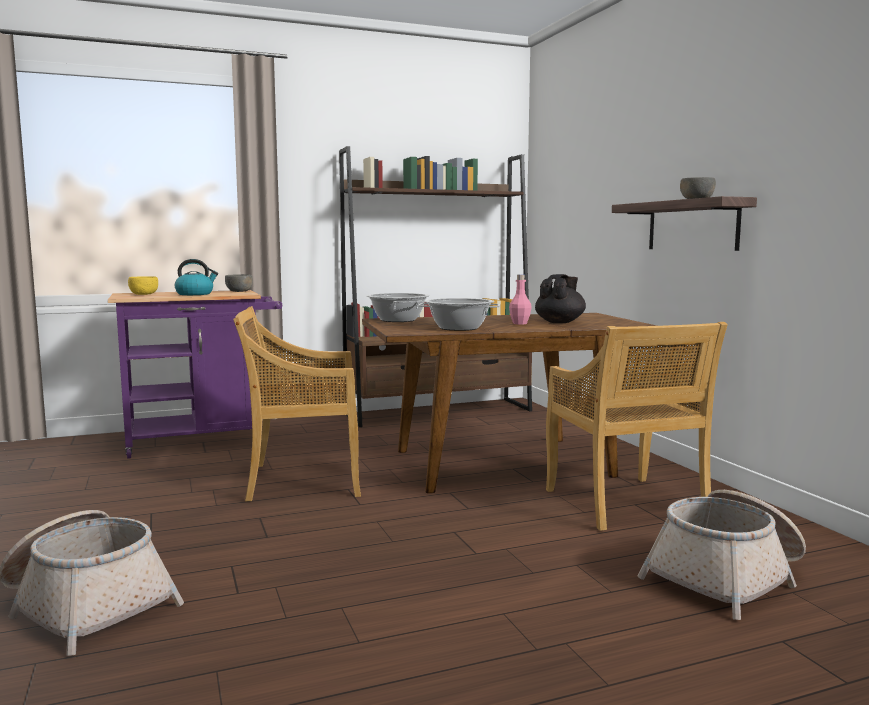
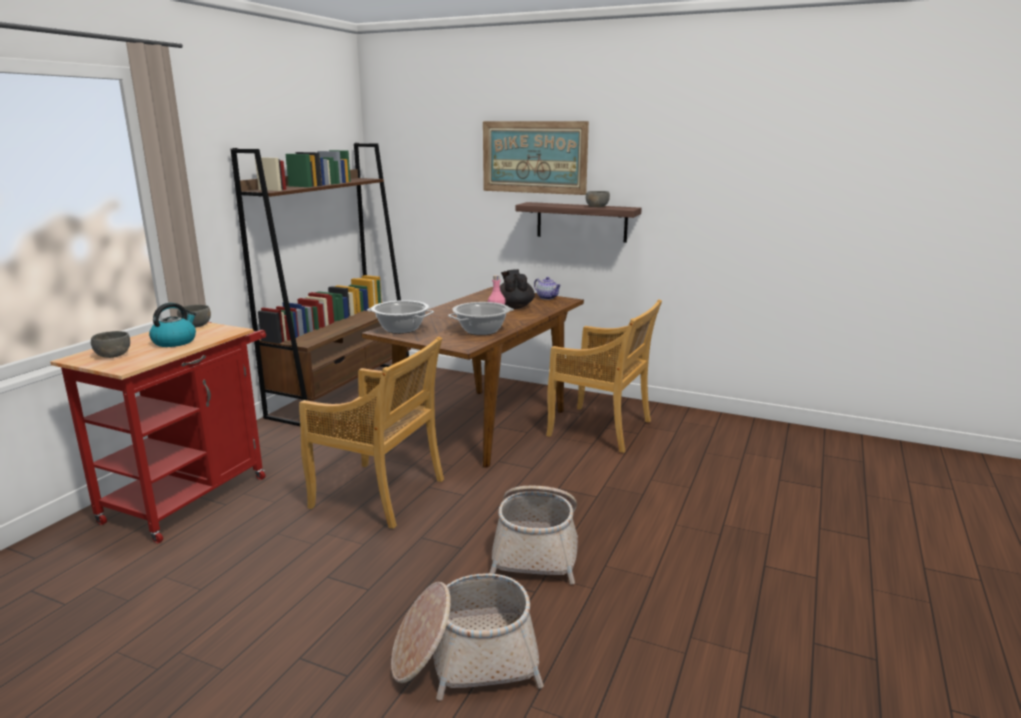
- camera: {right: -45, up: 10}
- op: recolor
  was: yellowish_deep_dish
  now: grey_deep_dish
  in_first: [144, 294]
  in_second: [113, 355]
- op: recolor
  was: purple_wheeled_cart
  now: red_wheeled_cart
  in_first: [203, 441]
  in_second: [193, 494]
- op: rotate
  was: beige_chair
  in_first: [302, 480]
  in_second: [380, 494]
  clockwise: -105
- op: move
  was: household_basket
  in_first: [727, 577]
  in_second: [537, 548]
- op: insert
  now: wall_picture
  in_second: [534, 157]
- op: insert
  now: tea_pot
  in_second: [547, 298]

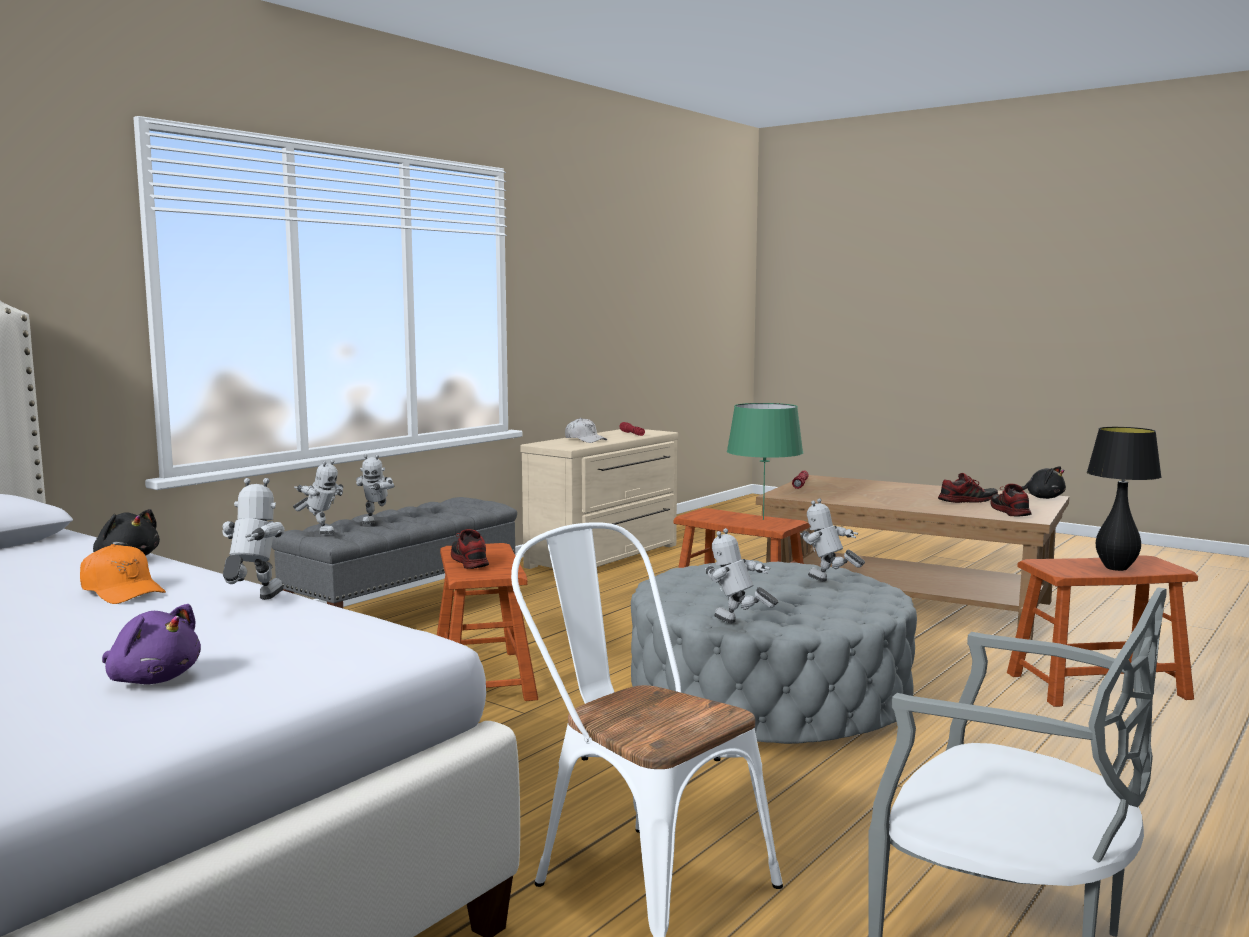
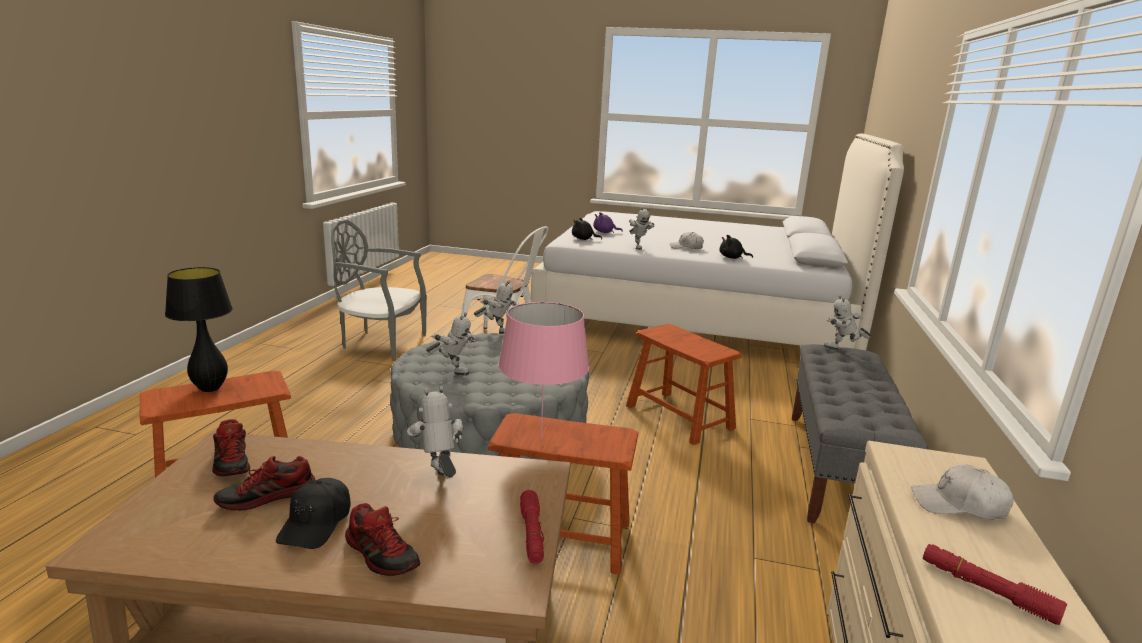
- camera: {right: 155, up: 10}
- op: recolor
  was: green-coloured_lamp_for_a_table
  now: pinkish_lamp_for_a_table
  in_first: [763, 519]
  in_second: [540, 438]
- op: move
  was: model_robot
  in_first: [377, 521]
  in_second: [440, 480]
- op: move
  was: black_plush_toy
  in_first: [1042, 498]
  in_second: [584, 239]
- op: move
  was: shoe
  in_first: [468, 562]
  in_second: [383, 554]
- op: recolor
  was: orange_peaked_cap
  now: white_peaked_cap
  in_first: [122, 591]
  in_second: [686, 247]
- op: insert
  now: black_peaked_cap
  in_second: [316, 523]

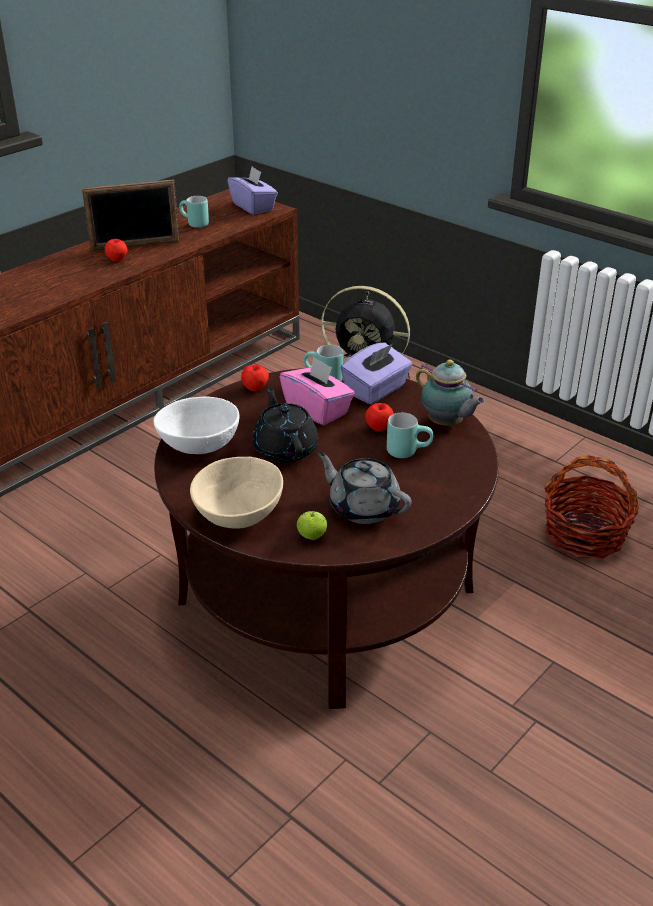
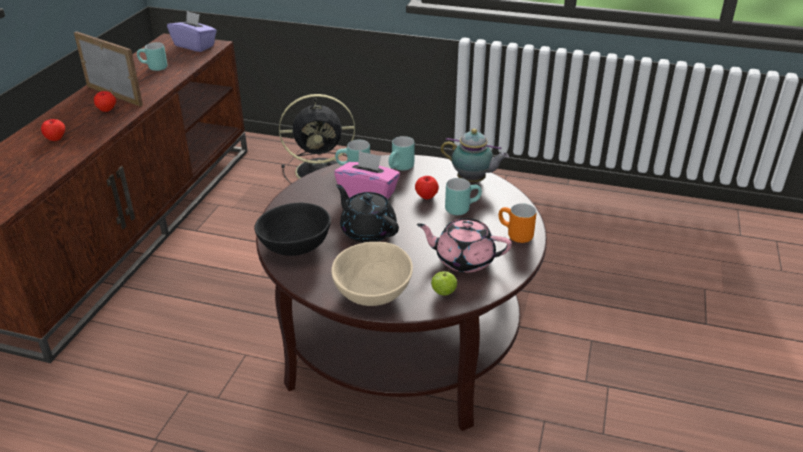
- camera: {right: -25, up: 0}
- op: rotate
  was: photo_frame
  in_first: [135, 246]
  in_second: [114, 95]
  clockwise: -105
- op: replace
  was: purple_box_of_tissues
  now: blue-green_tea_mug
  in_first: [376, 390]
  in_second: [401, 169]
- op: move
  was: whole_apple
  in_first: [255, 388]
  in_second: [56, 138]
- op: recolor
  was: white_deep_dish
  now: black_deep_dish
  in_first: [201, 445]
  in_second: [296, 246]
- op: recolor
  was: grey_tea_pot
  now: pinkish_tea_pot
  in_first: [363, 507]
  in_second: [463, 259]
- op: delete
  was: household_basket
  in_first: [584, 535]
- op: insert
  now: orange_tea_mug
  in_second: [514, 235]

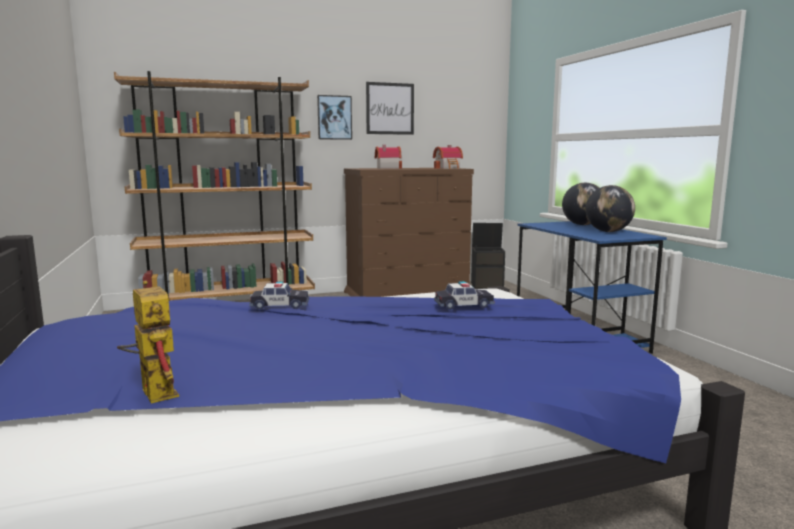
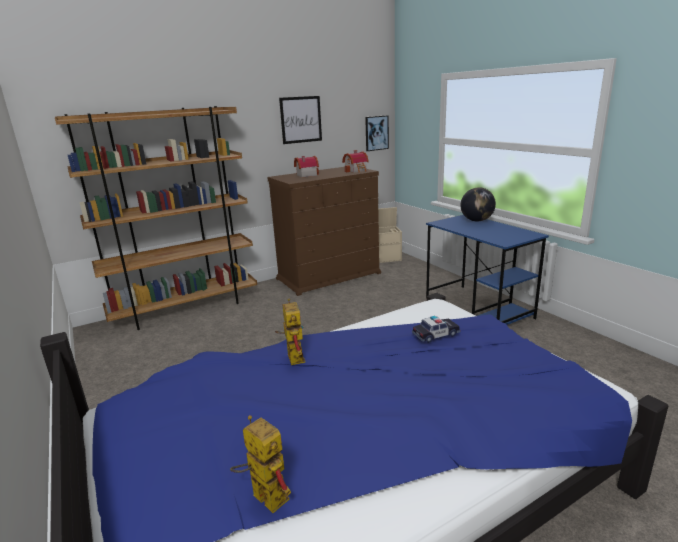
- camera: {right: -10, up: 10}
- op: move
  was: wall_picture
  in_first: [334, 117]
  in_second: [376, 133]
- op: delete
  was: desk_globe
  in_first: [608, 231]
- op: recolor
  was: black_storage_box
  now: beige_storage_box
  in_first: [487, 285]
  in_second: [388, 258]
- op: replace
  was: model_car
  now: model_robot
  in_first: [280, 305]
  in_second: [292, 356]

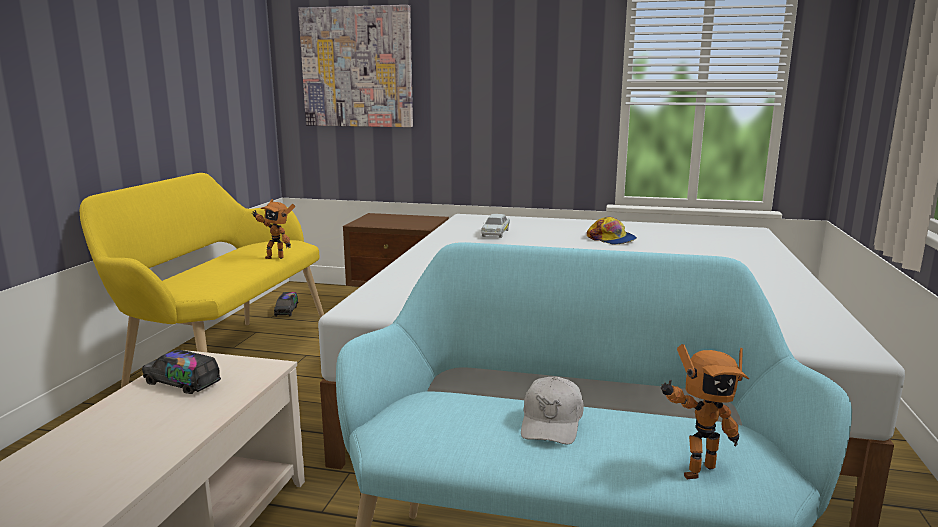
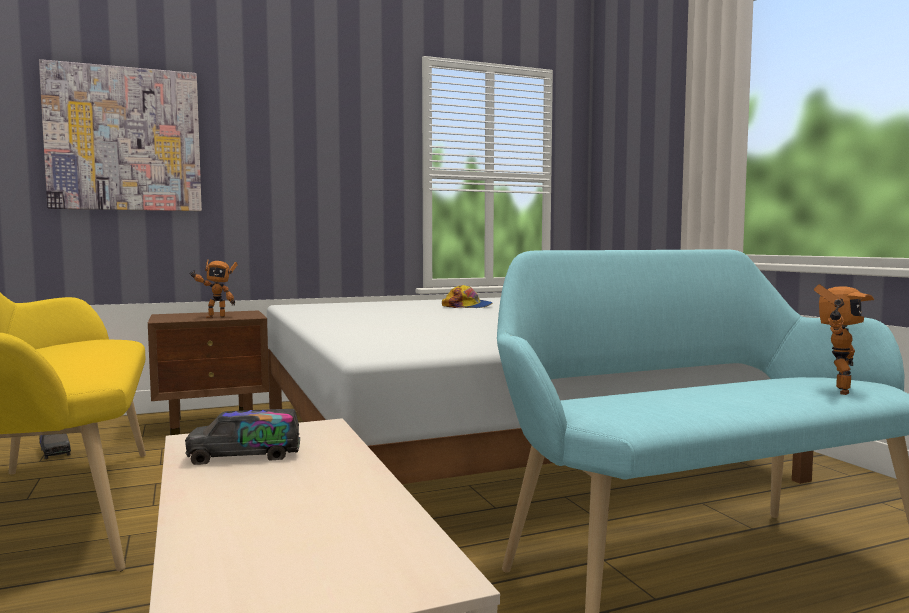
- camera: {right: -35, up: -10}
- op: move
  was: model_robot
  in_first: [275, 257]
  in_second: [215, 317]
- op: delete
  was: white_model_car
  in_first: [495, 233]
- op: delete
  was: white_peaked_cap
  in_first: [552, 422]

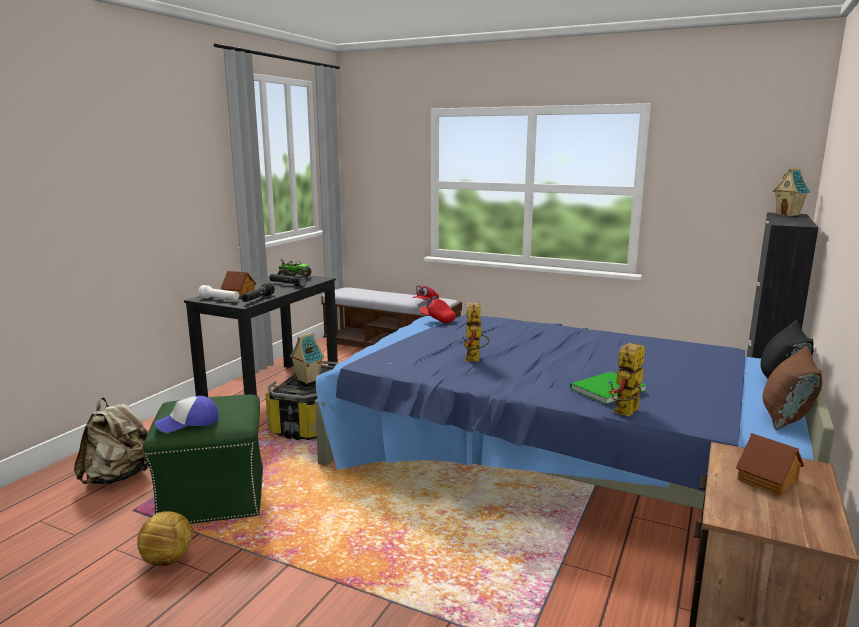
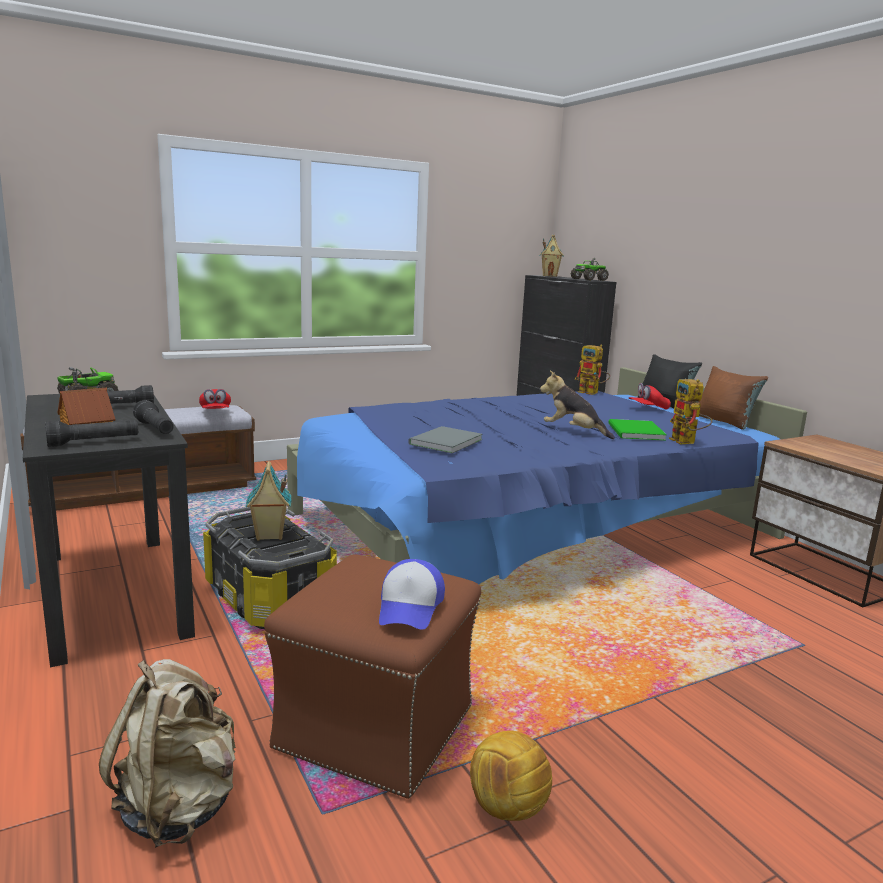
- camera: {right: -55, up: 0}
- op: recolor
  was: white_flashlight
  now: black_flashlight
  in_first: [220, 300]
  in_second: [94, 442]
- op: move
  was: red_peaked_cap
  in_first: [437, 319]
  in_second: [648, 409]
- op: move
  was: model_robot
  in_first: [474, 360]
  in_second: [592, 393]
- op: recolor
  was: green-coloured_pouffe
  now: brown_pouffe
  in_first: [215, 496]
  in_second: [377, 725]
- op: delete
  was: miniature_house
  in_first: [768, 480]
- op: insert
  now: toy_truck
  in_second: [589, 279]
- op: insert
  now: plush_toy
  in_second: [573, 432]
- op: insert
  now: grey_bound_book
  in_second: [443, 442]

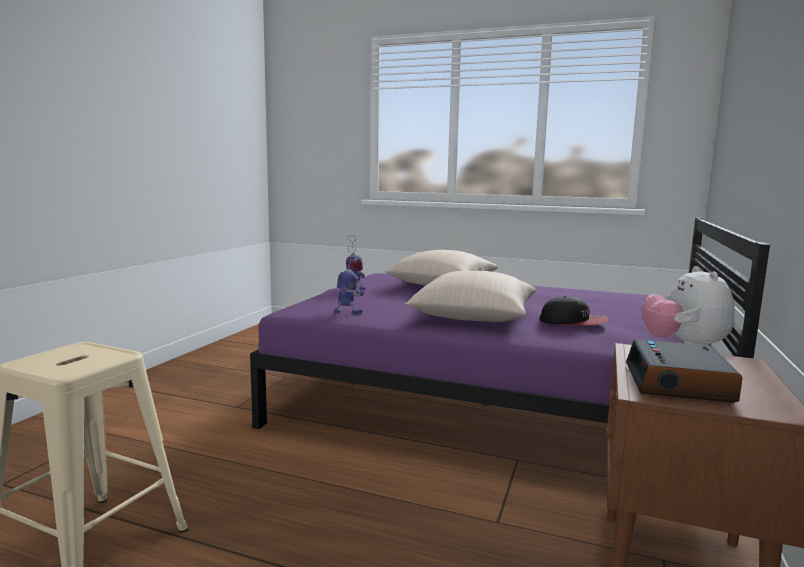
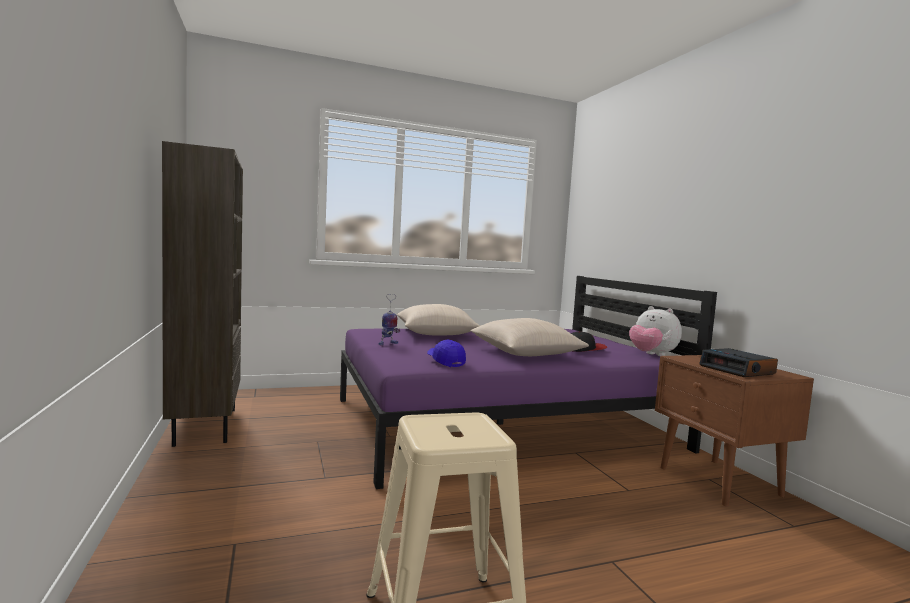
- camera: {right: -40, up: -5}
- op: replace
  was: model_robot
  now: bluish_peaked_cap
  in_first: [348, 312]
  in_second: [445, 362]
- op: insert
  now: brown_bookcase
  in_second: [204, 426]

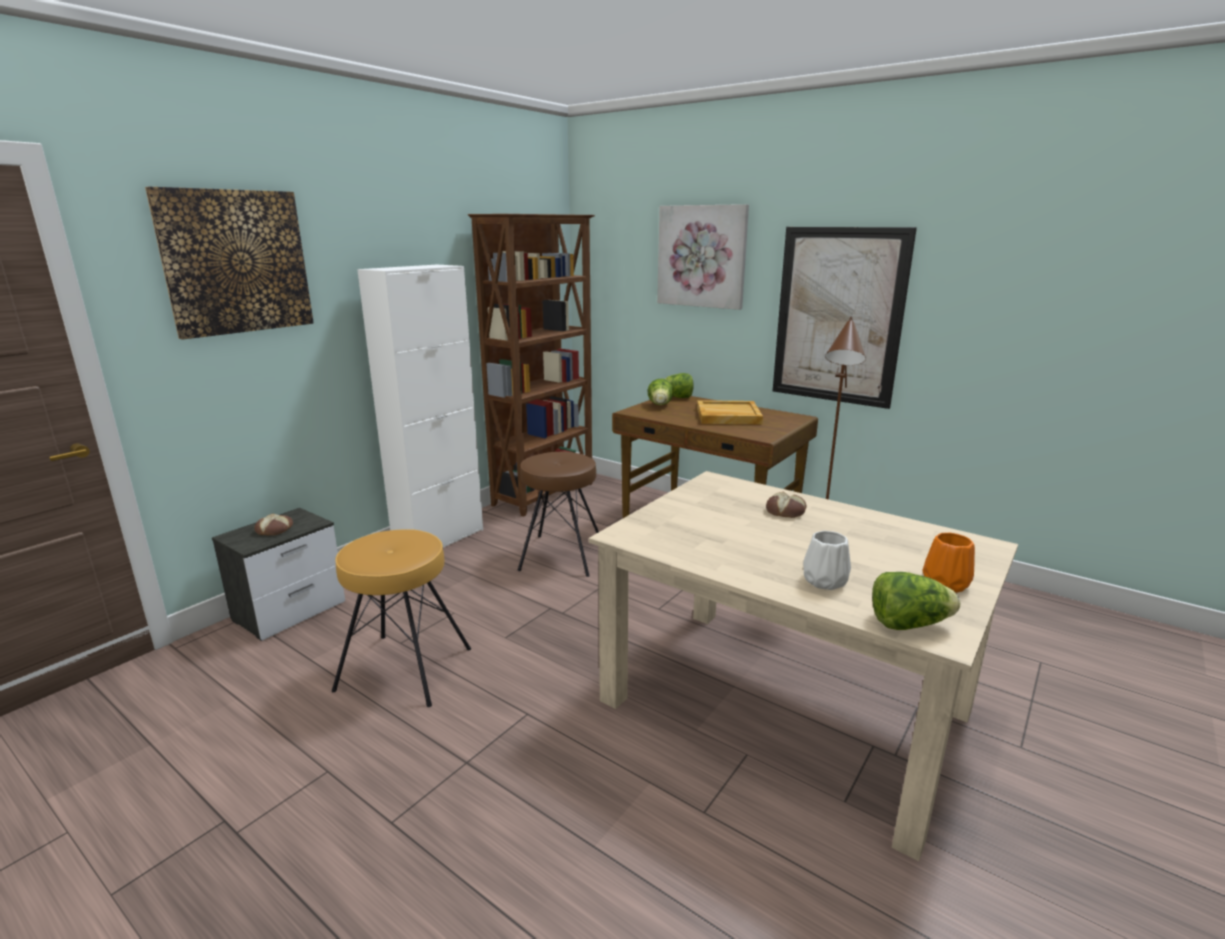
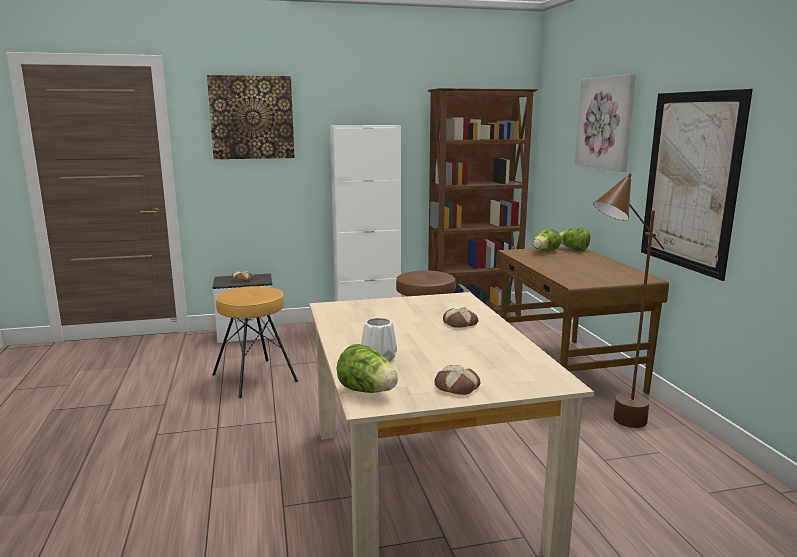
- camera: {right: 40, up: -5}
- op: delete
  was: beige_serving_tray
  in_first: [727, 416]
- op: replace
  was: orange_decorative_vase
  now: bakery_bread
  in_first: [947, 584]
  in_second: [456, 387]

